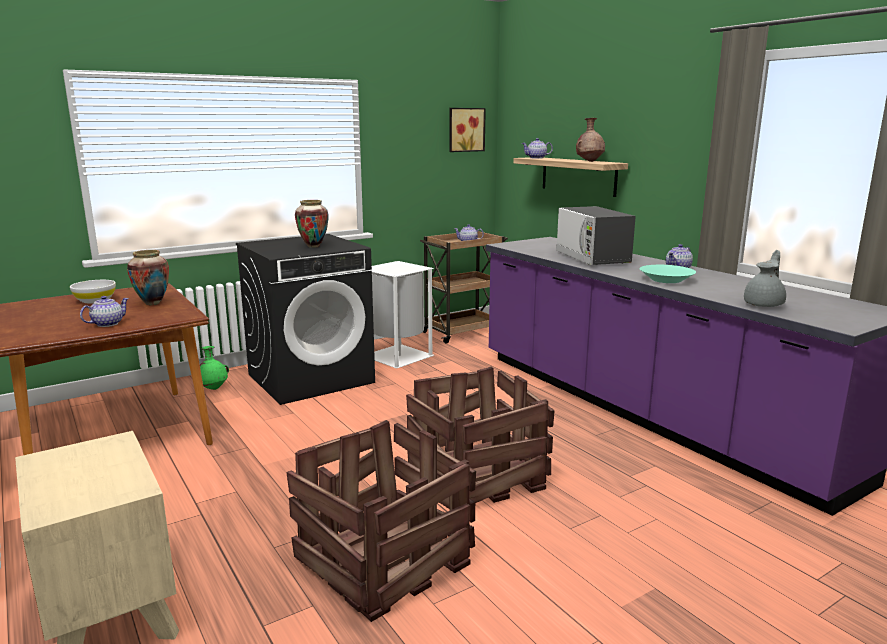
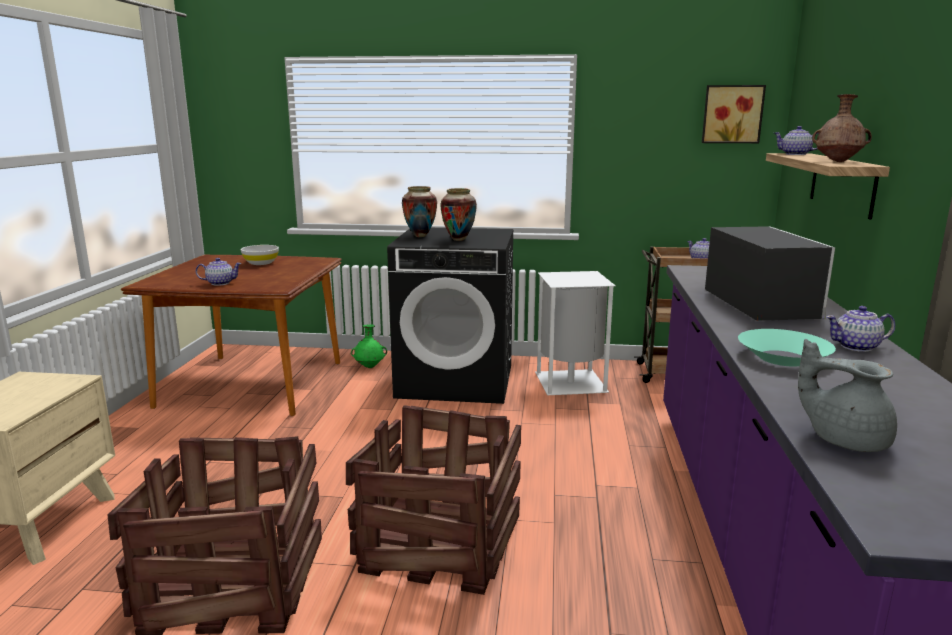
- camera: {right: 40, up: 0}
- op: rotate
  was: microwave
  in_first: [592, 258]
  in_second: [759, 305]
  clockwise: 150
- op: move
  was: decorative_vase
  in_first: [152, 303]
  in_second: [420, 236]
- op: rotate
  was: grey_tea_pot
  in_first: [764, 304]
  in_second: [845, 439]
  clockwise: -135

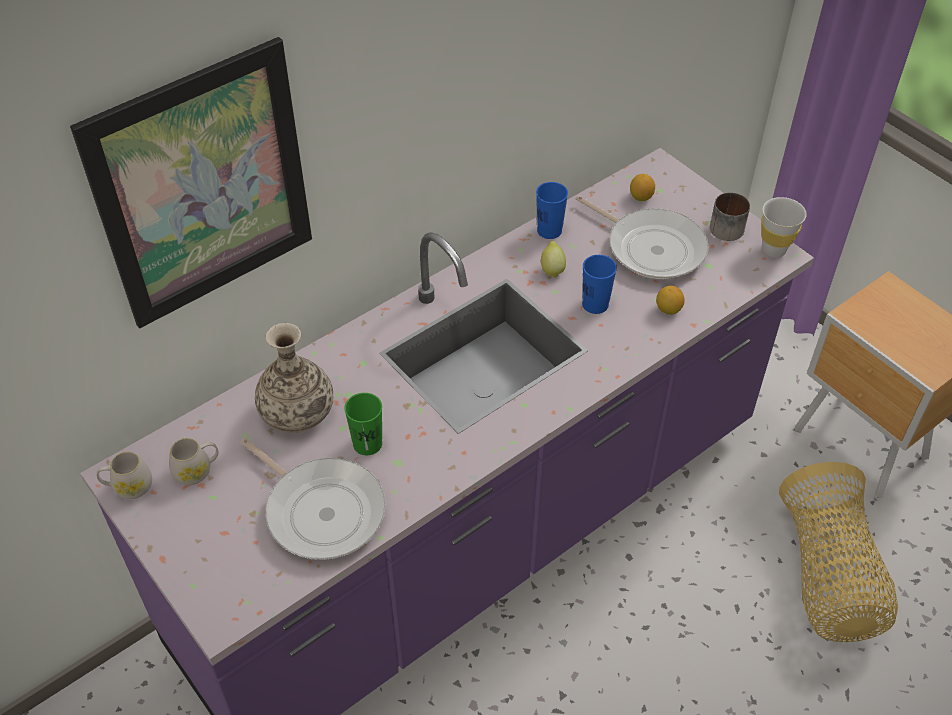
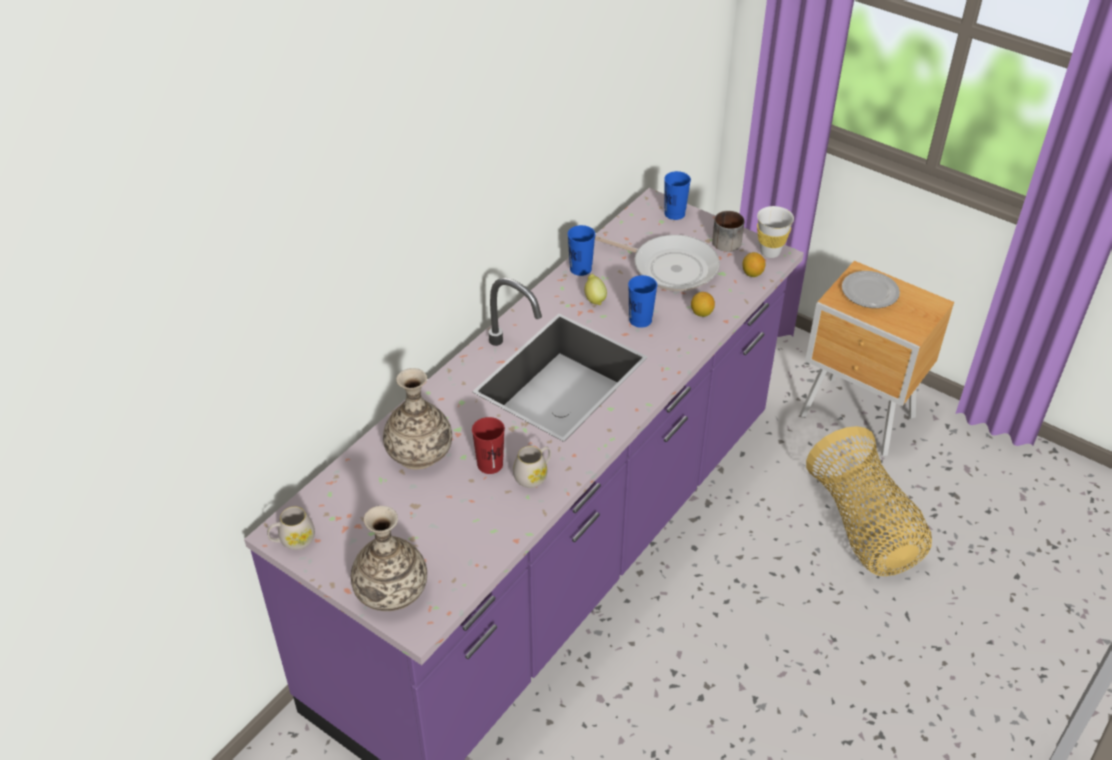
- camera: {right: -15, up: -5}
- op: delete
  was: wall_picture
  in_first: [203, 187]
- op: move
  was: citrus_fruit
  in_first: [640, 197]
  in_second: [752, 273]
- op: recolor
  was: green-coloured_cup
  now: red_cup
  in_first: [367, 443]
  in_second: [490, 464]
- op: move
  was: white_tea_mug
  in_first: [197, 471]
  in_second: [534, 476]
- op: delete
  was: pan
  in_first: [321, 509]
- op: insert
  now: bluish_cup
  in_second: [674, 213]
- op: insert
  now: dinner_plate
  in_second: [869, 293]
- op: insert
  now: decorative_vase
  in_second: [392, 590]

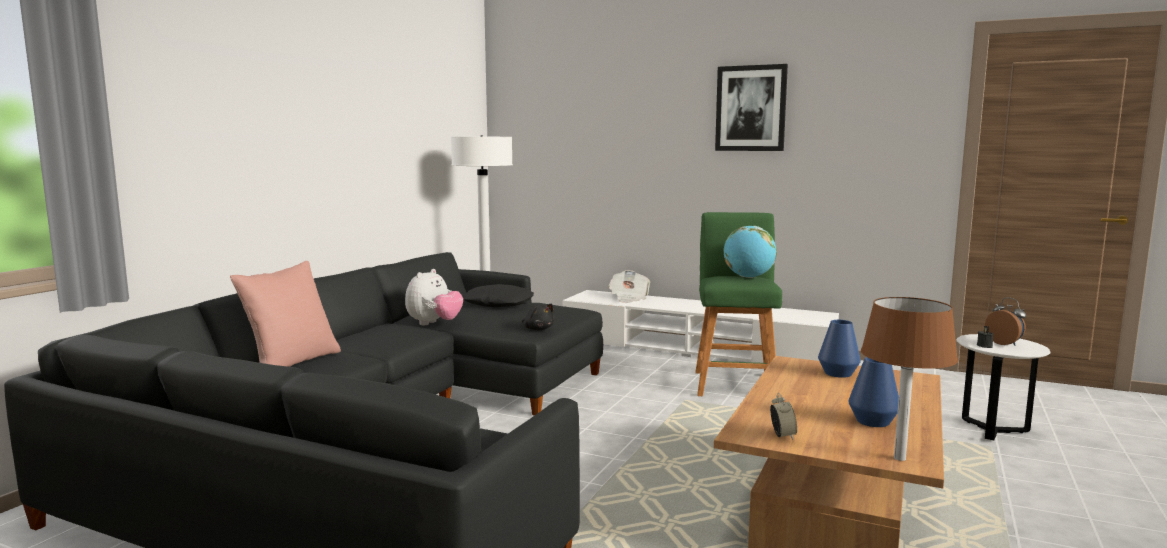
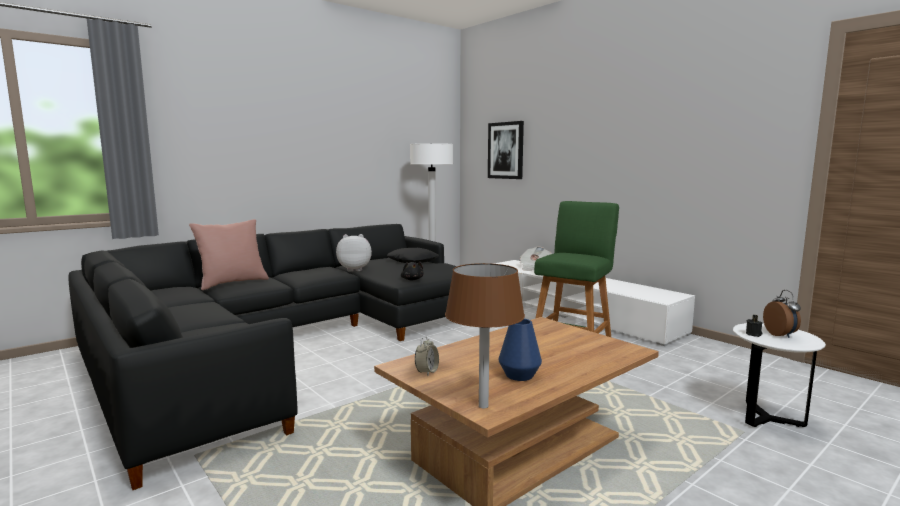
- camera: {right: 25, up: 0}
- op: move
  was: wall_picture
  in_first: [751, 108]
  in_second: [506, 150]
- op: delete
  was: desk_globe
  in_first: [748, 277]
- op: rotate
  was: plush_toy
  in_first: [434, 324]
  in_second: [354, 269]
  clockwise: -150
- op: delete
  was: bluish_decorative_vase
  in_first: [838, 373]

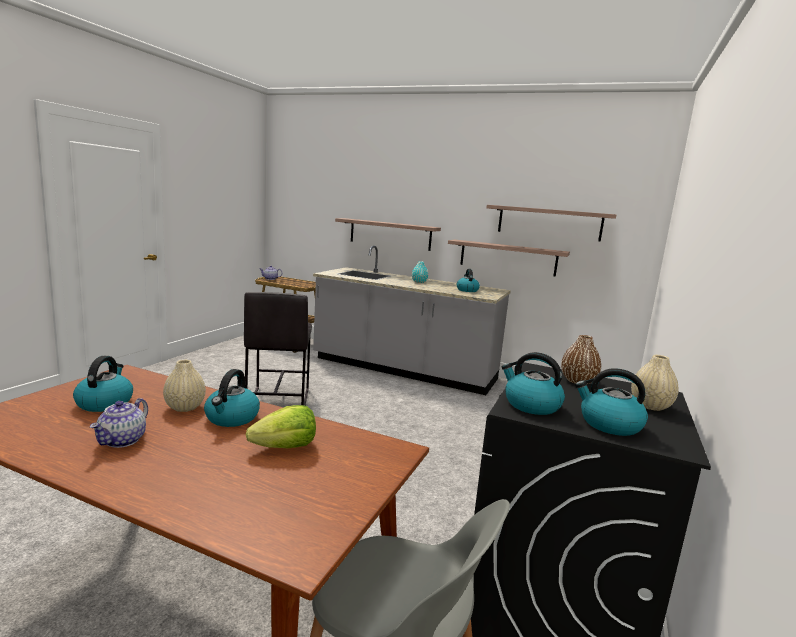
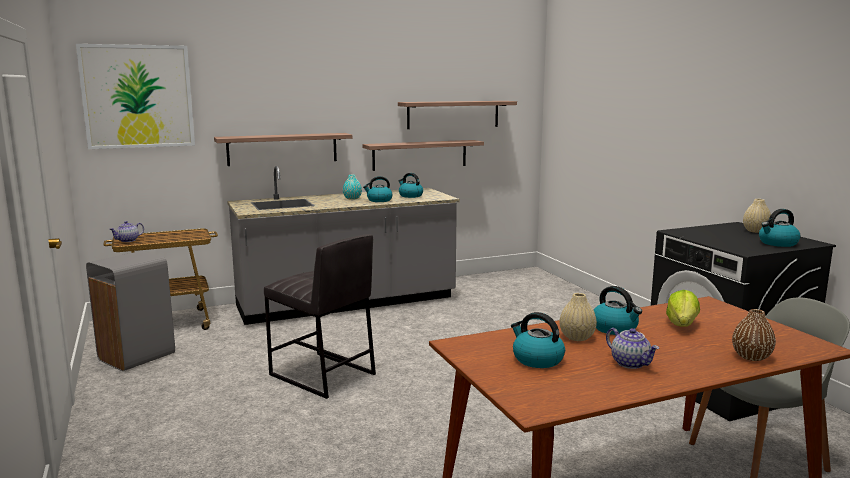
- camera: {right: -45, up: 0}
- op: move
  was: brown_decorative_vase
  in_first: [578, 381]
  in_second: [751, 357]
- op: move
  was: tea_kettle
  in_first: [531, 405]
  in_second: [379, 200]
- op: insert
  now: wall_picture
  in_second: [138, 96]
- op: insert
  now: grey_rubbish_bin
  in_second: [136, 357]

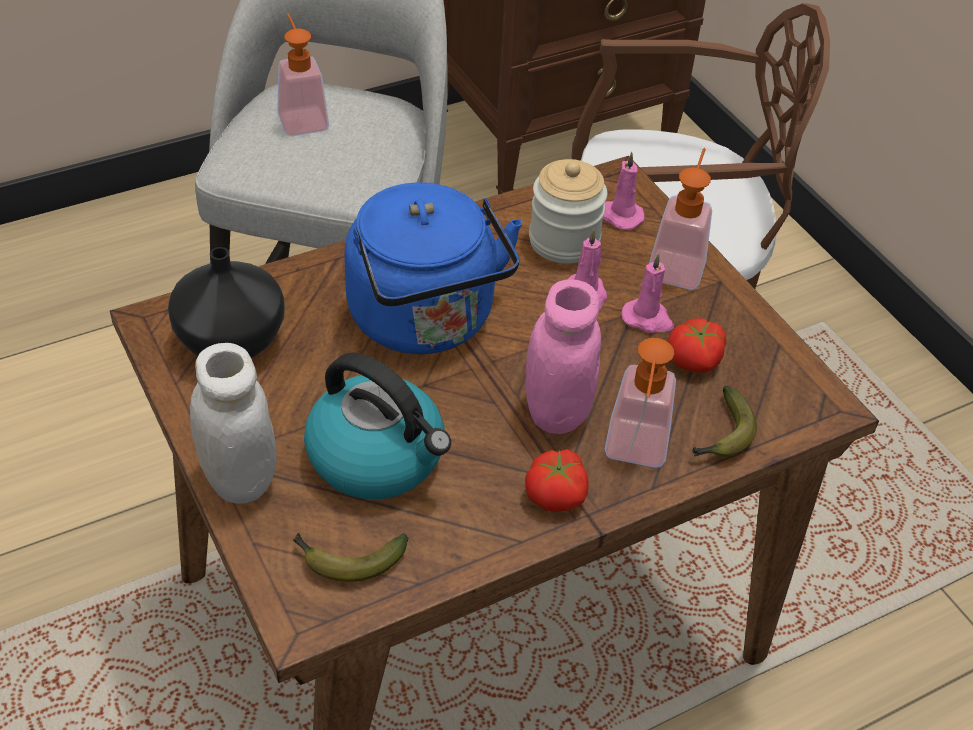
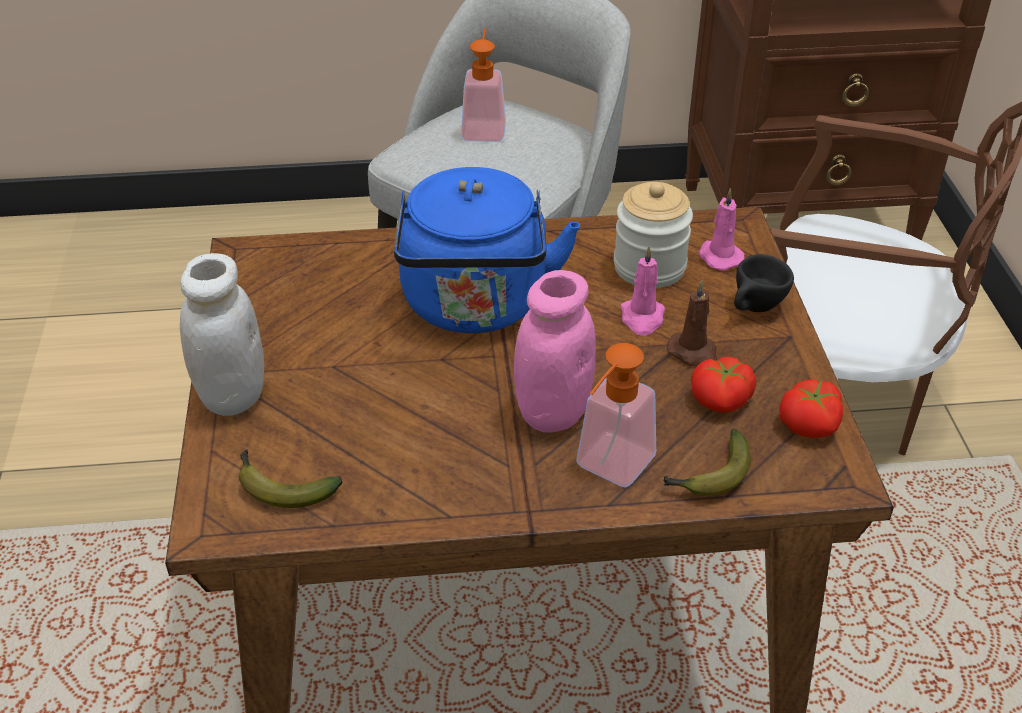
- camera: {right: 25, up: -5}
- op: replace
  was: soap_dispenser
  now: black_cup
  in_first: [677, 263]
  in_second: [755, 310]
- op: delete
  was: black_decorative_vase
  in_first: [231, 342]
- op: recolor
  was: pinkish_candle
  now: brown_candle
  in_first: [648, 319]
  in_second: [694, 353]
- op: delete
  was: tea_kettle
  in_first: [378, 457]
- op: move
  was: fresh_tomato
  in_first: [556, 494]
  in_second: [810, 425]

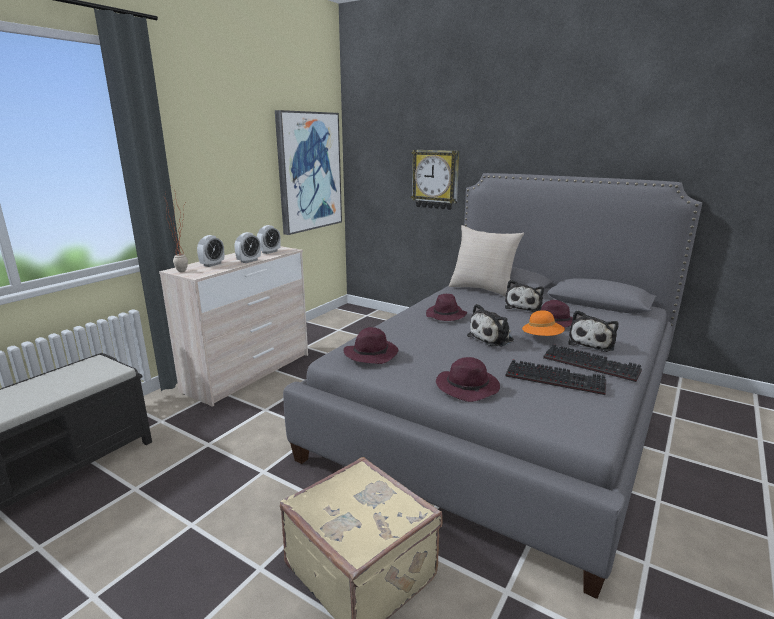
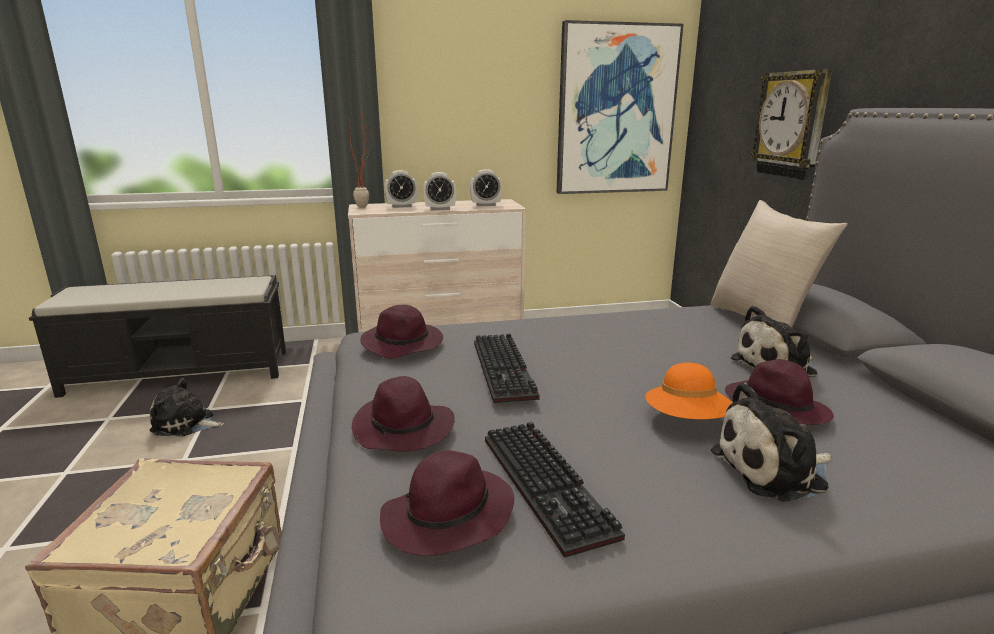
- camera: {right: 45, up: 0}
- op: move
  was: purple_wearable_hat
  in_first: [446, 315]
  in_second: [447, 519]
- op: move
  was: plush_toy
  in_first: [492, 338]
  in_second: [186, 424]
- op: move
  was: PC_keyboard
  in_first: [593, 364]
  in_second: [506, 370]

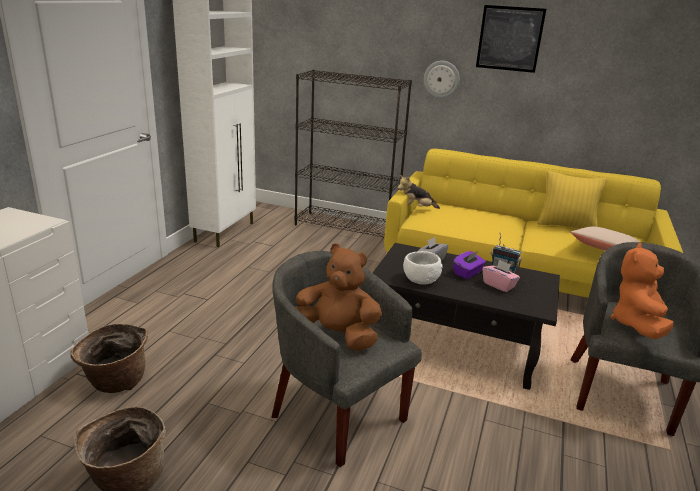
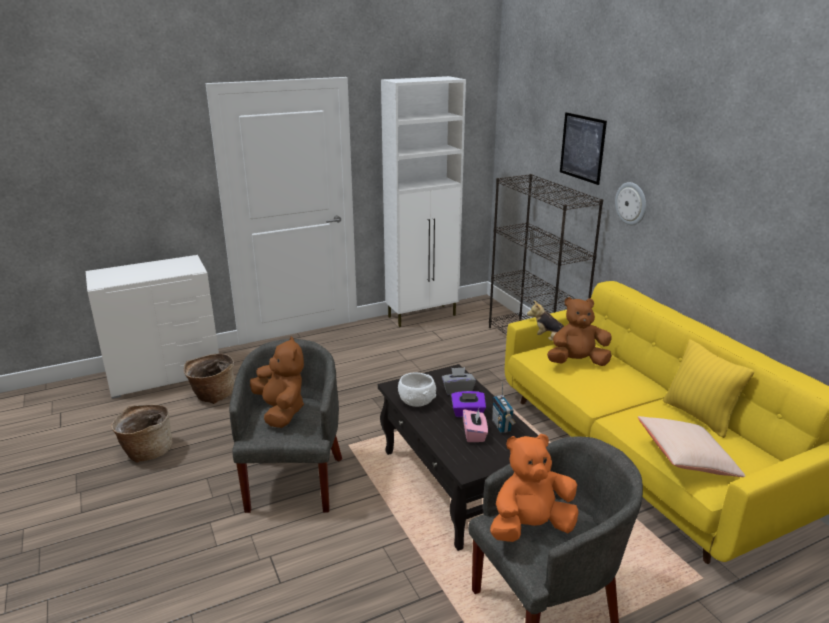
- camera: {right: 45, up: 0}
- op: move
  was: wall_picture
  in_first: [509, 38]
  in_second: [582, 147]
- op: insert
  now: brown_plush_toy
  in_second: [577, 362]

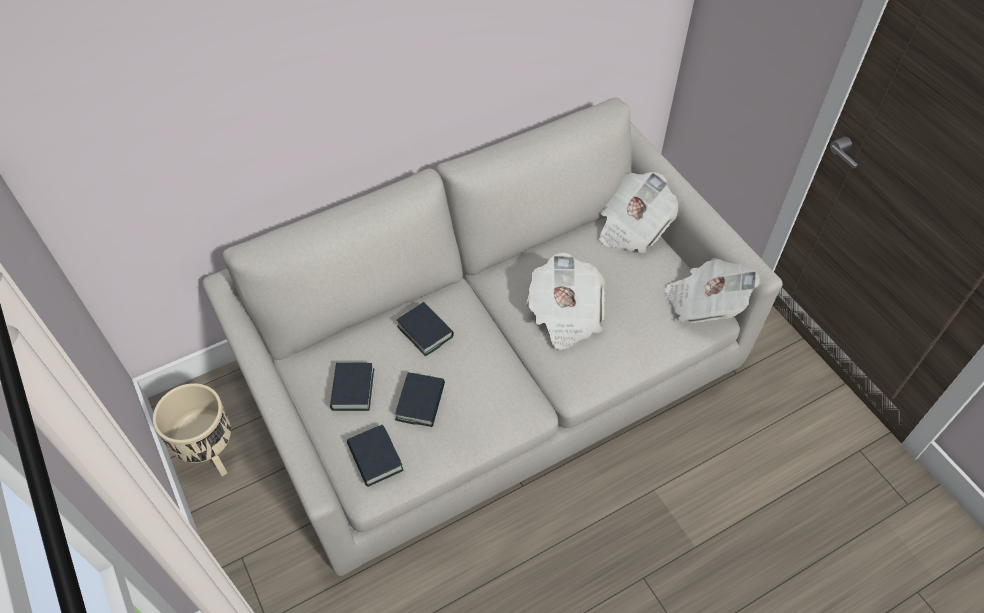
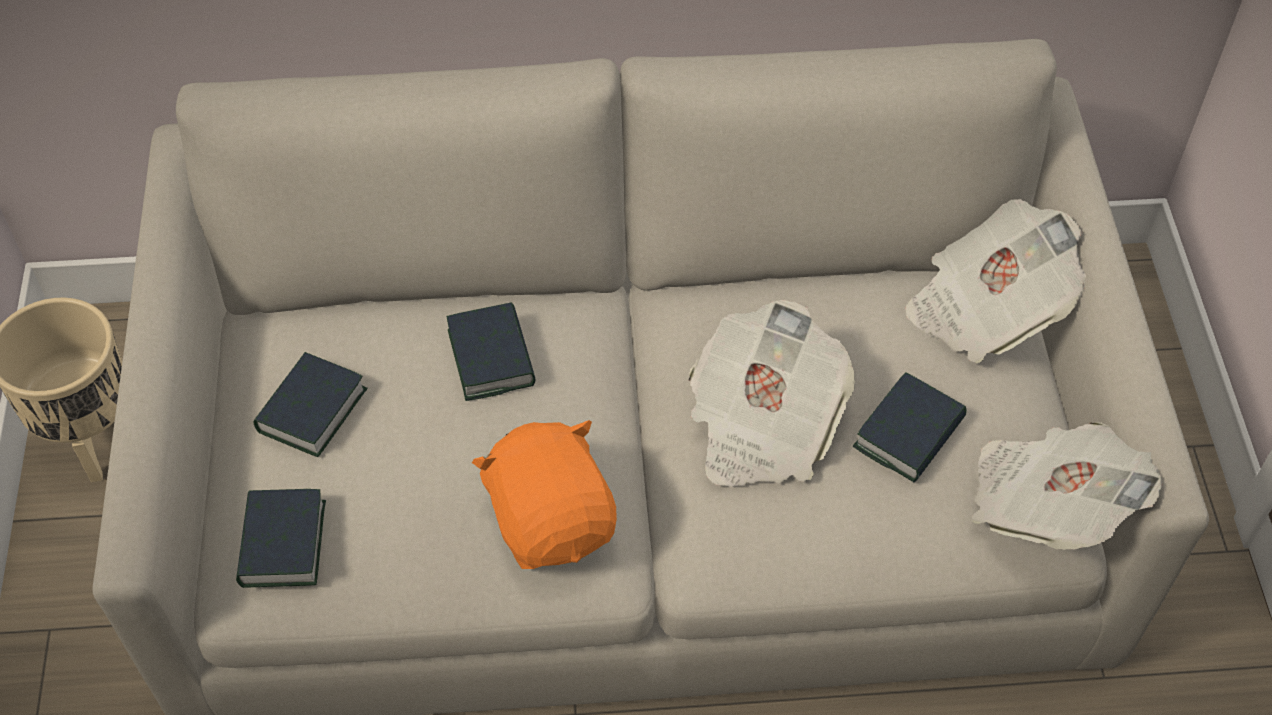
- camera: {right: 25, up: 0}
- op: move
  was: bound_book
  in_first: [421, 402]
  in_second: [909, 434]
- op: insert
  now: orange_plush_toy
  in_second: [552, 520]

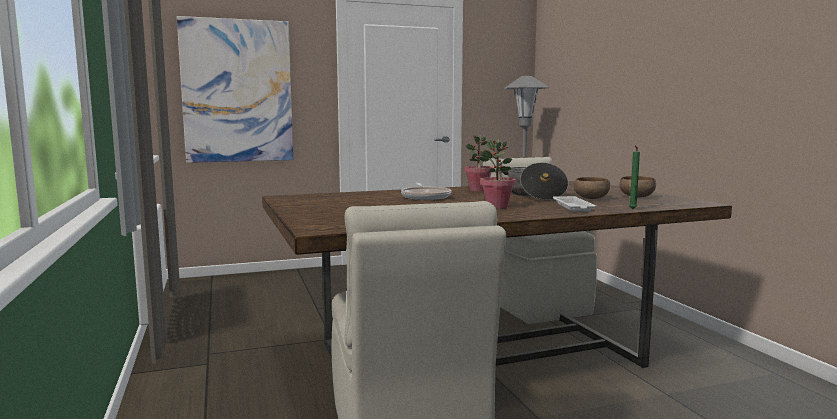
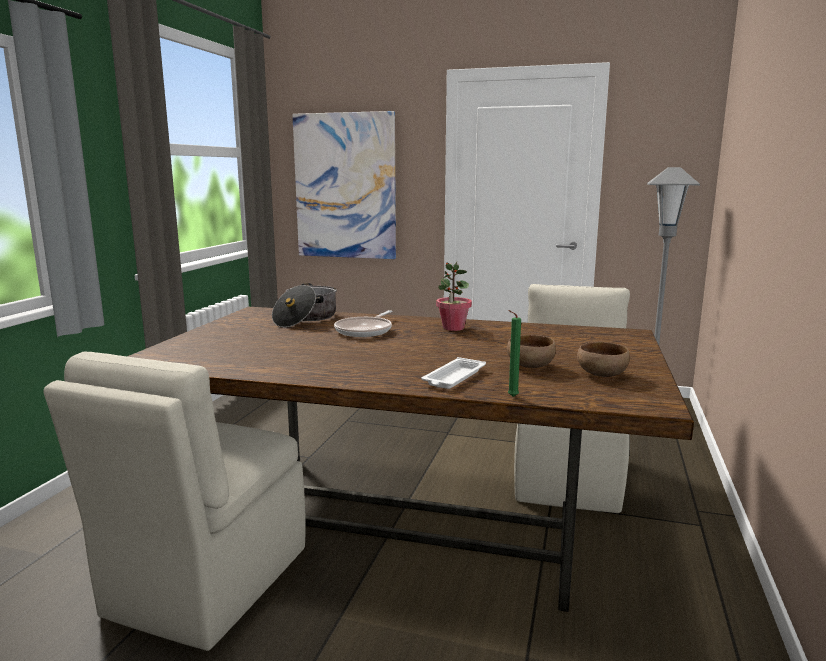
- camera: {right: 35, up: 5}
- op: delete
  was: houseplant
  in_first: [497, 206]
- op: move
  was: cooking_pot
  in_first: [534, 195]
  in_second: [306, 319]

